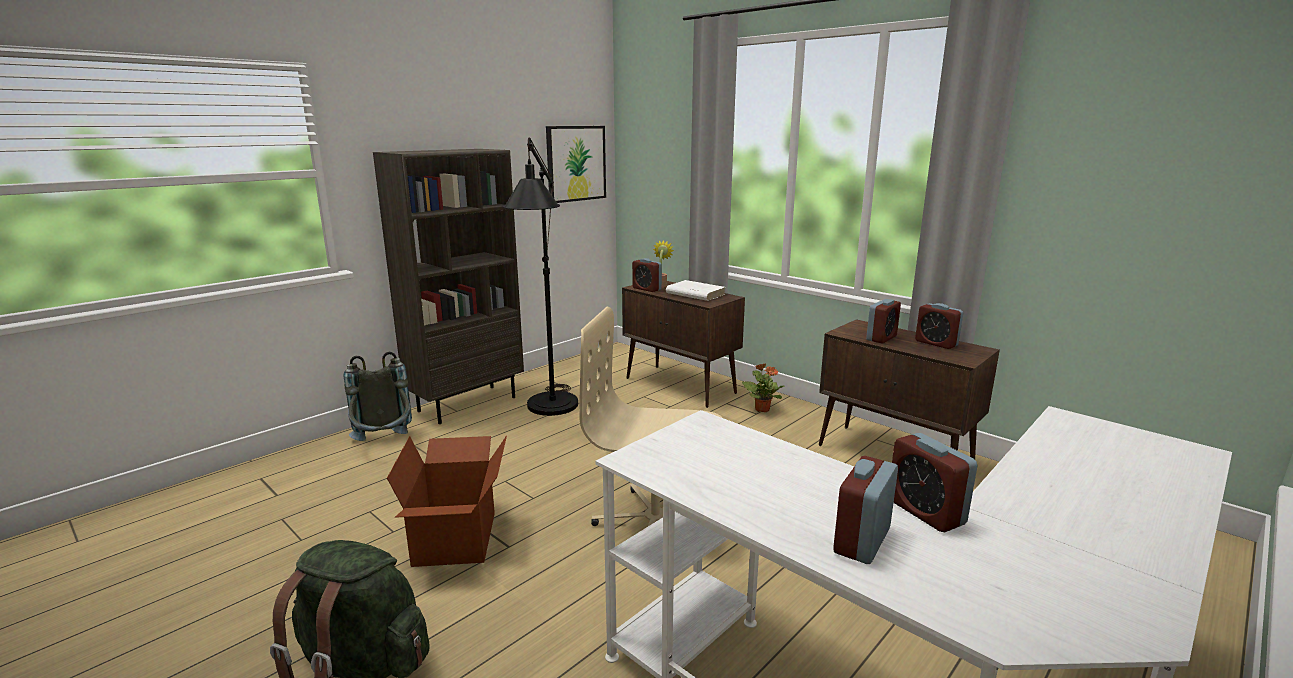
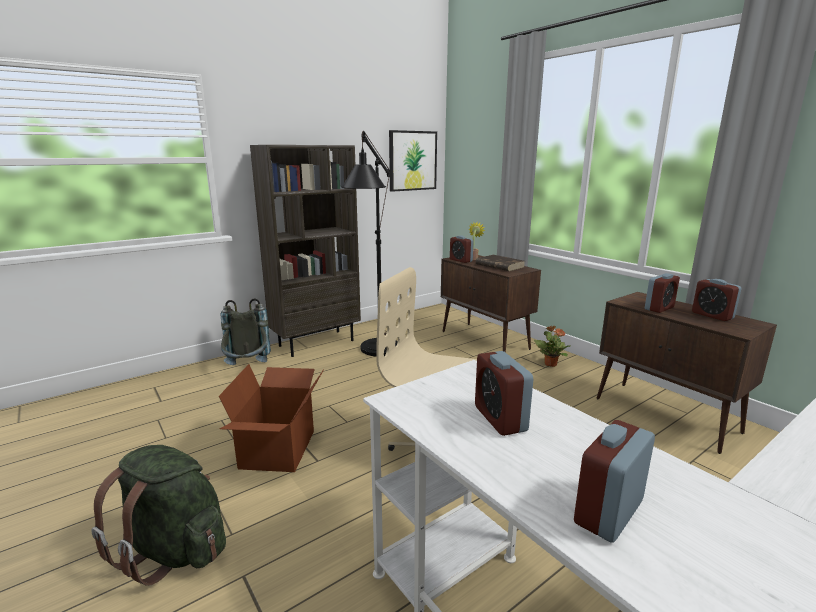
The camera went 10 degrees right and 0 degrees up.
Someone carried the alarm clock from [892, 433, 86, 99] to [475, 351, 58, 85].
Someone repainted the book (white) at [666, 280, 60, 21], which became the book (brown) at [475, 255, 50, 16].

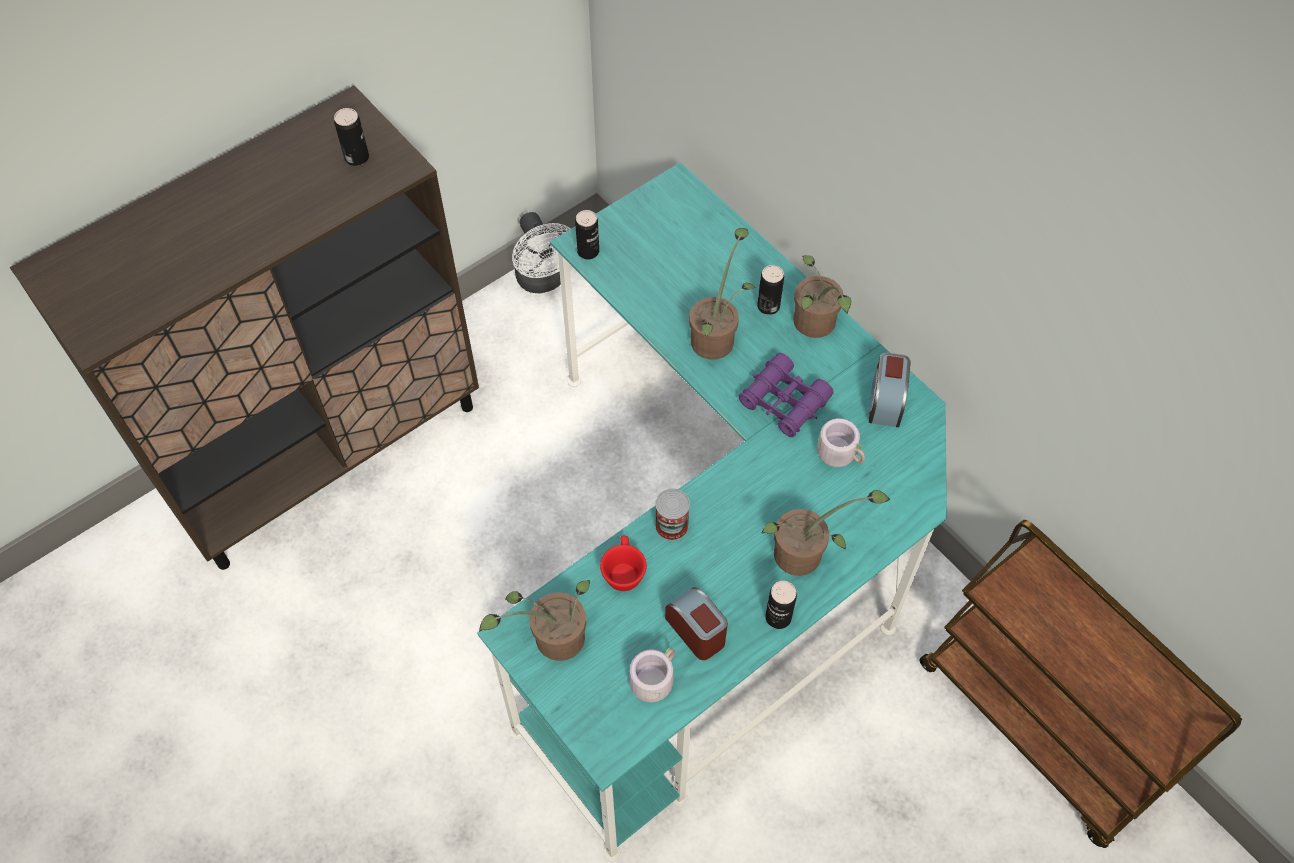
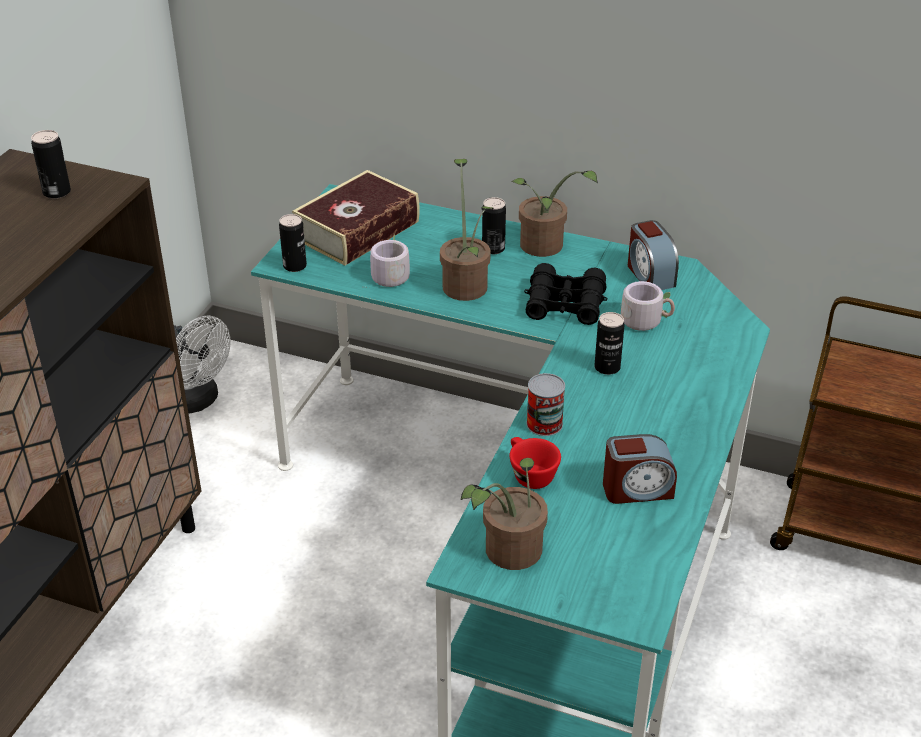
The camera went 30 degrees left and 20 degrees down.
Someone took away the potted plant at [762, 490, 128, 86].
Someone put down the book at [292, 170, 128, 96].
Someone carried the mug (grey) from [617, 647, 58, 55] to [367, 234, 43, 54].
Someone carried the can from [765, 581, 32, 48] to [594, 312, 31, 63].
Someone repainted the binoculars (purple) at [738, 353, 96, 84], which became the binoculars (black) at [524, 263, 83, 62].
Someone rotated the alarm clock at [665, 587, 63, 73] by 150 degrees clockwise.

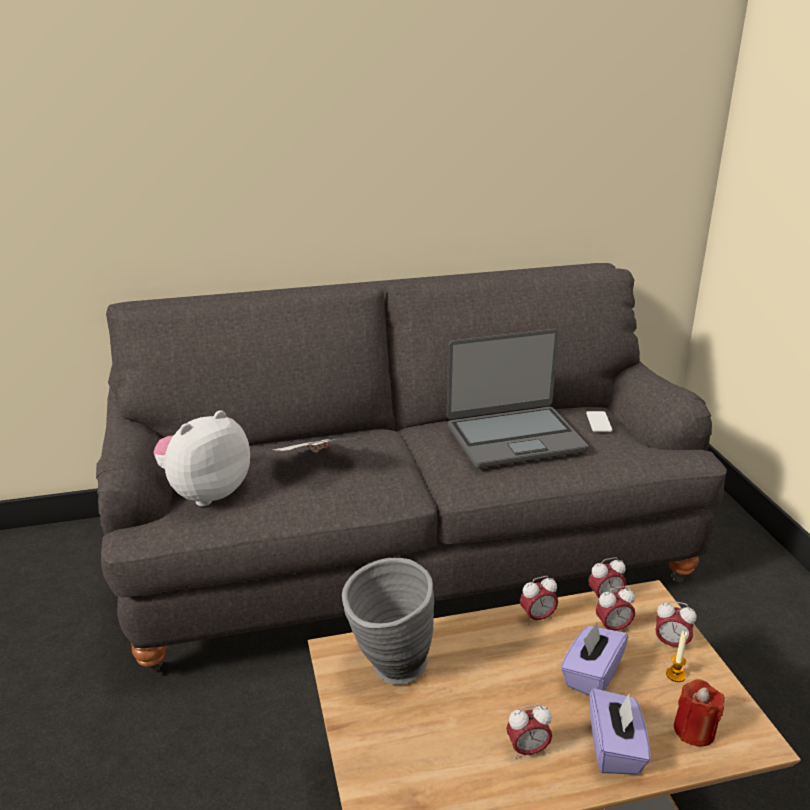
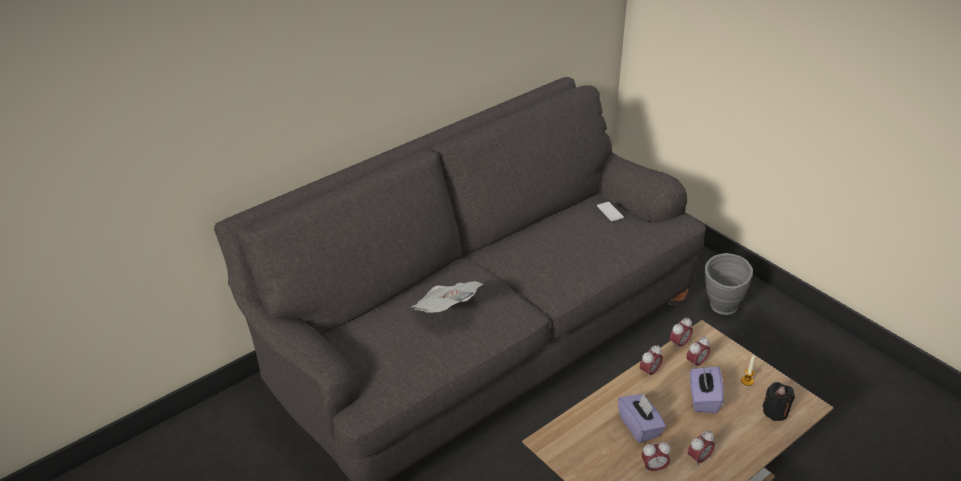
The camera went 25 degrees left and 10 degrees up.
Someone took away the plush toy at [154, 410, 96, 96].
Someone took away the laptop at [447, 329, 141, 139].
Someone carried the vase (grey) from [342, 558, 92, 127] to [705, 253, 48, 62].
Someone carried the tissue box (purple) from [590, 688, 61, 87] to [618, 393, 48, 50].
Someone carried the alarm clock from [655, 601, 42, 50] to [641, 442, 30, 31].
Someone repainted the candle (red) at [674, 679, 51, 68], which became the candle (black) at [762, 382, 33, 39].

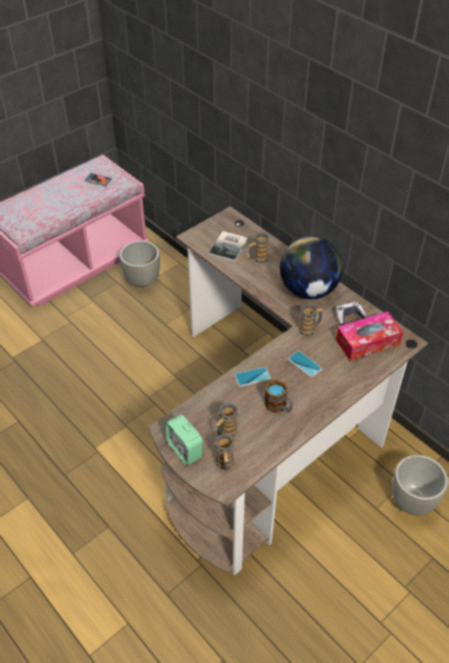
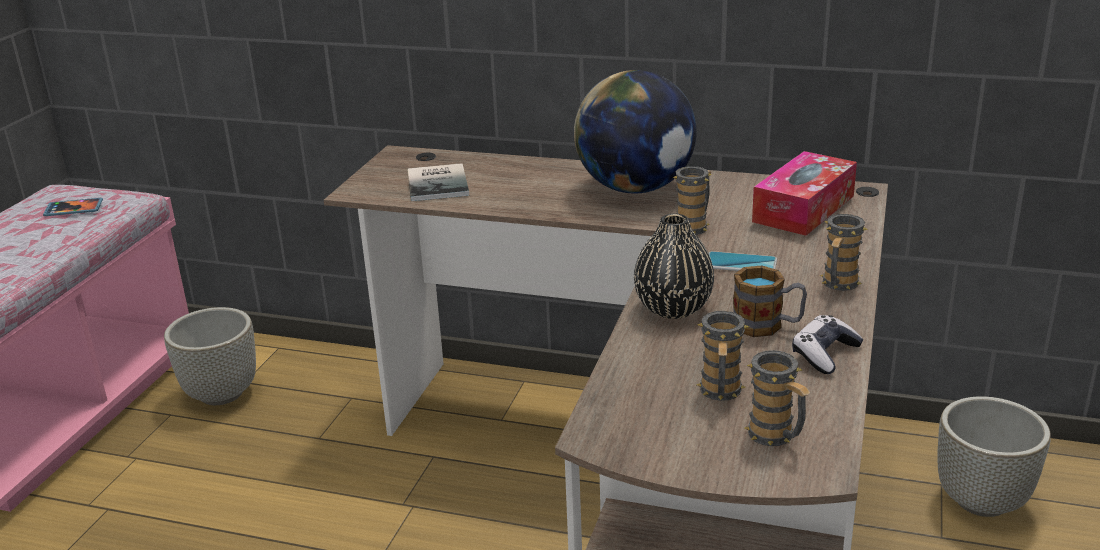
The camera went 30 degrees left and 20 degrees down.
Someone took away the alarm clock at [165, 414, 38, 52].
Someone carried the mug from [249, 233, 22, 30] to [820, 214, 48, 77].
Someone carried the game controller from [336, 301, 30, 24] to [792, 315, 71, 59].
Someone swapped the phone at [234, 367, 37, 20] for the vase (black) at [634, 214, 80, 105].

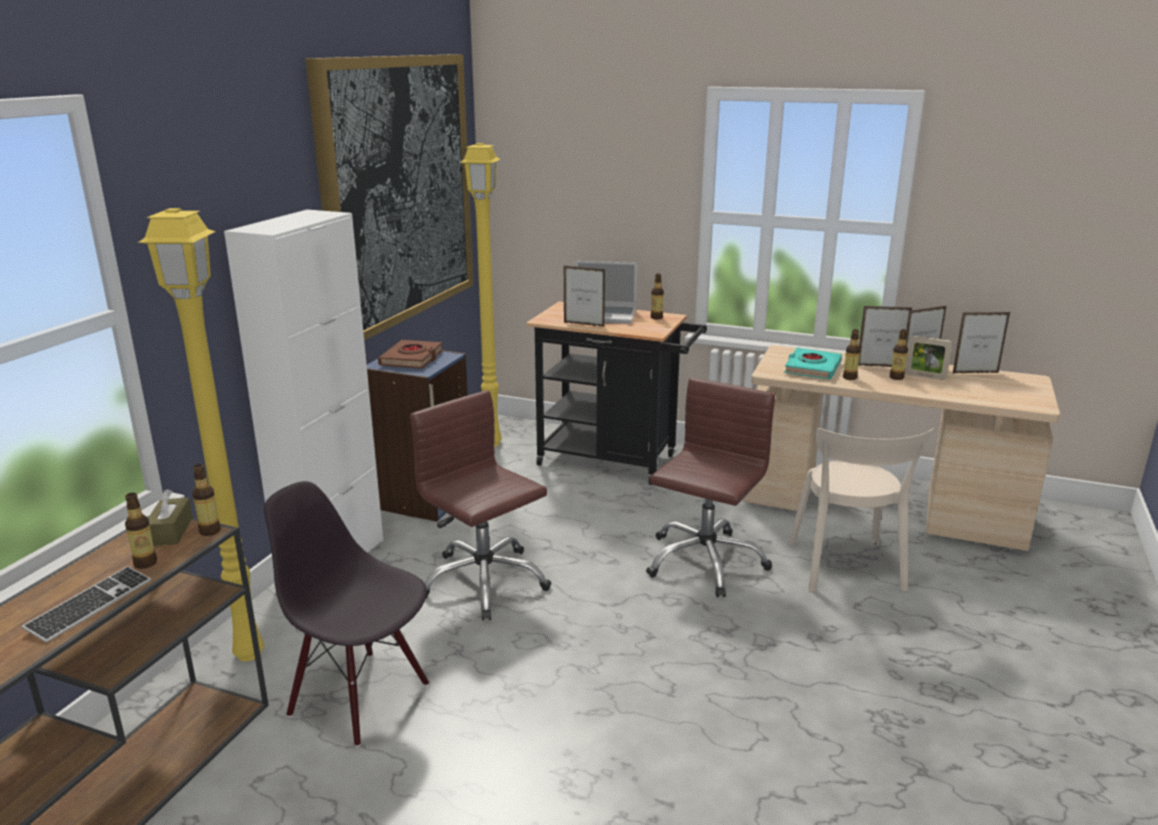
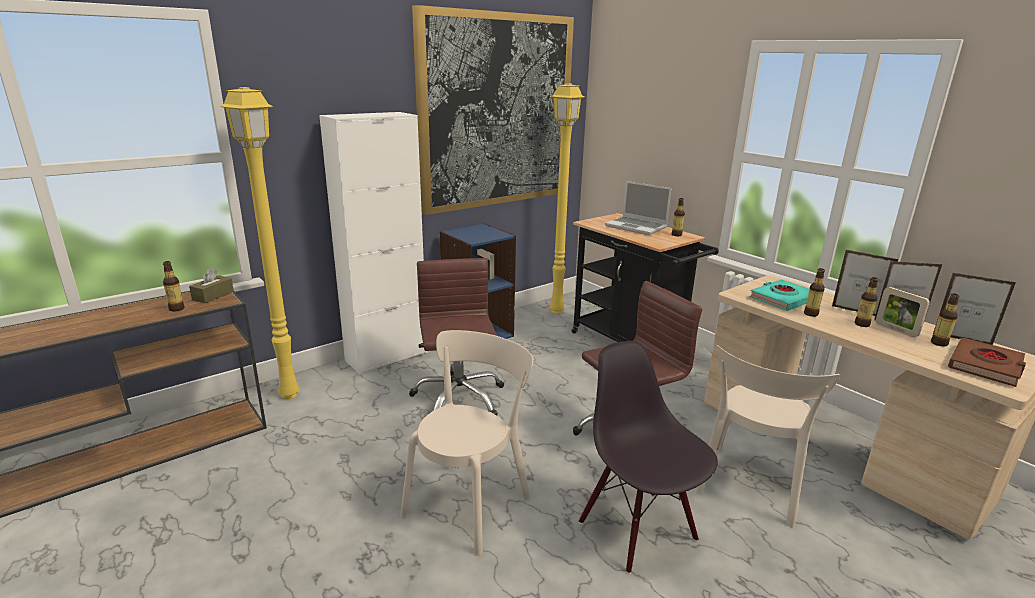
The camera went 30 degrees right and 0 degrees up.
Someone took away the keyboard at [22, 566, 129, 77].
Someone took away the picture frame at [564, 266, 41, 61].
Someone put down the chair (beige) at [400, 330, 133, 226].
Someone carried the bottle from [192, 464, 29, 72] to [931, 294, 28, 53].
Someone carried the chair (black) from [264, 481, 165, 266] to [579, 341, 139, 233].
Someone carried the book (brown) from [378, 340, 65, 29] to [948, 337, 78, 50].

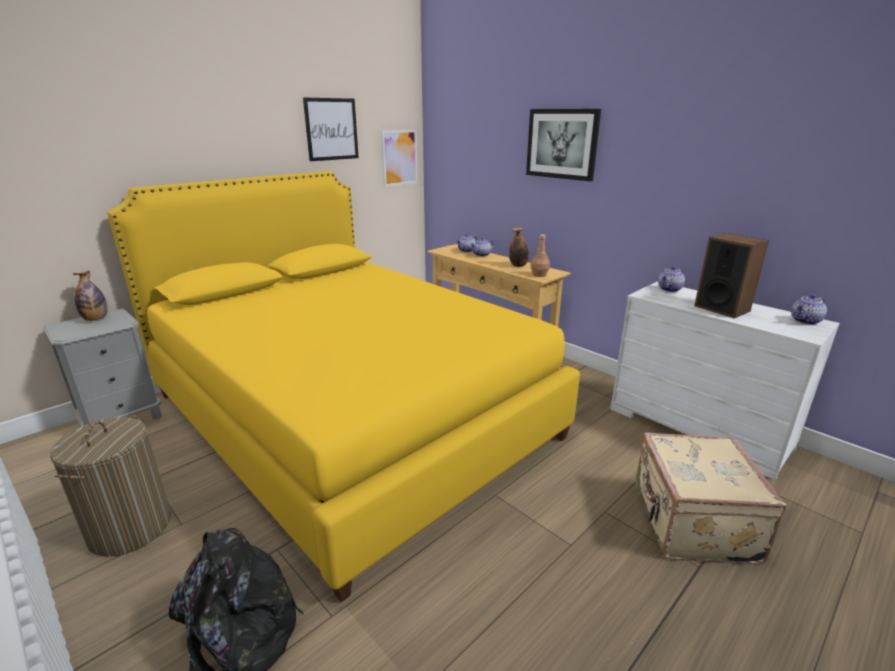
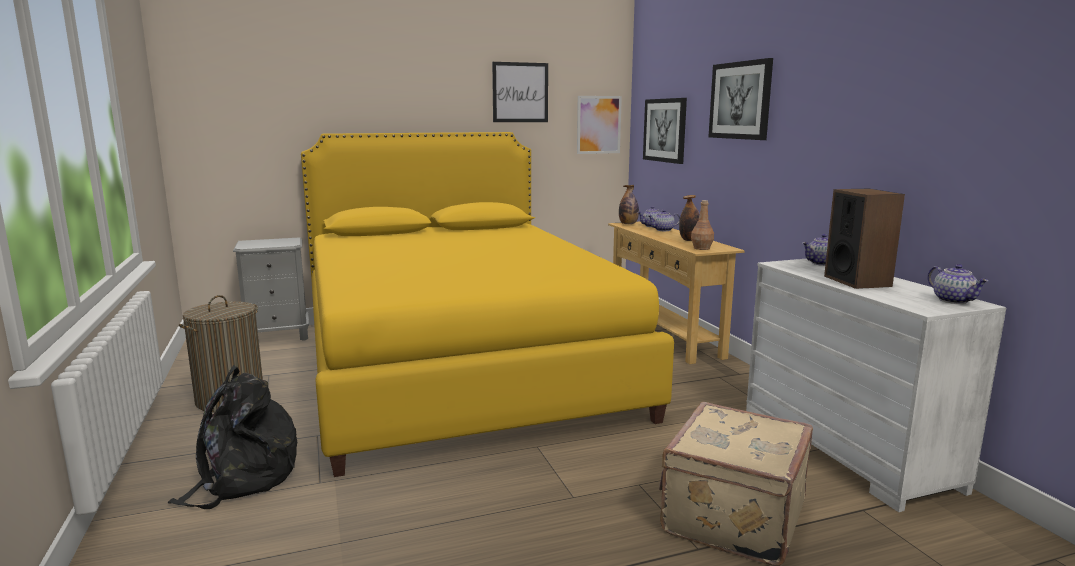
The camera went 25 degrees right and 10 degrees down.
Someone put up the picture at [643, 98, 44, 66].
Someone carried the bottle from [73, 270, 35, 51] to [619, 185, 20, 39].
Someone rotated the teapot at [791, 294, 36, 31] by 105 degrees counterclockwise.

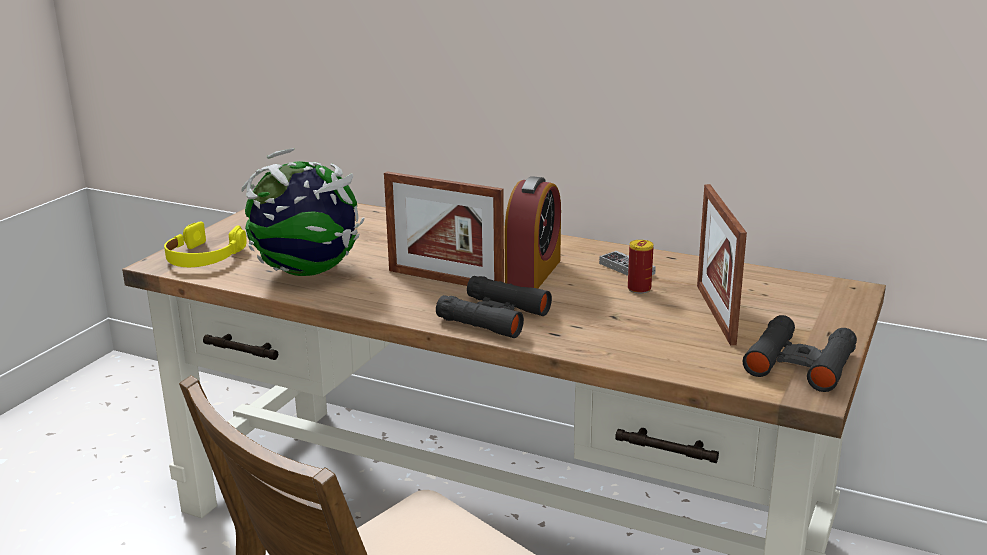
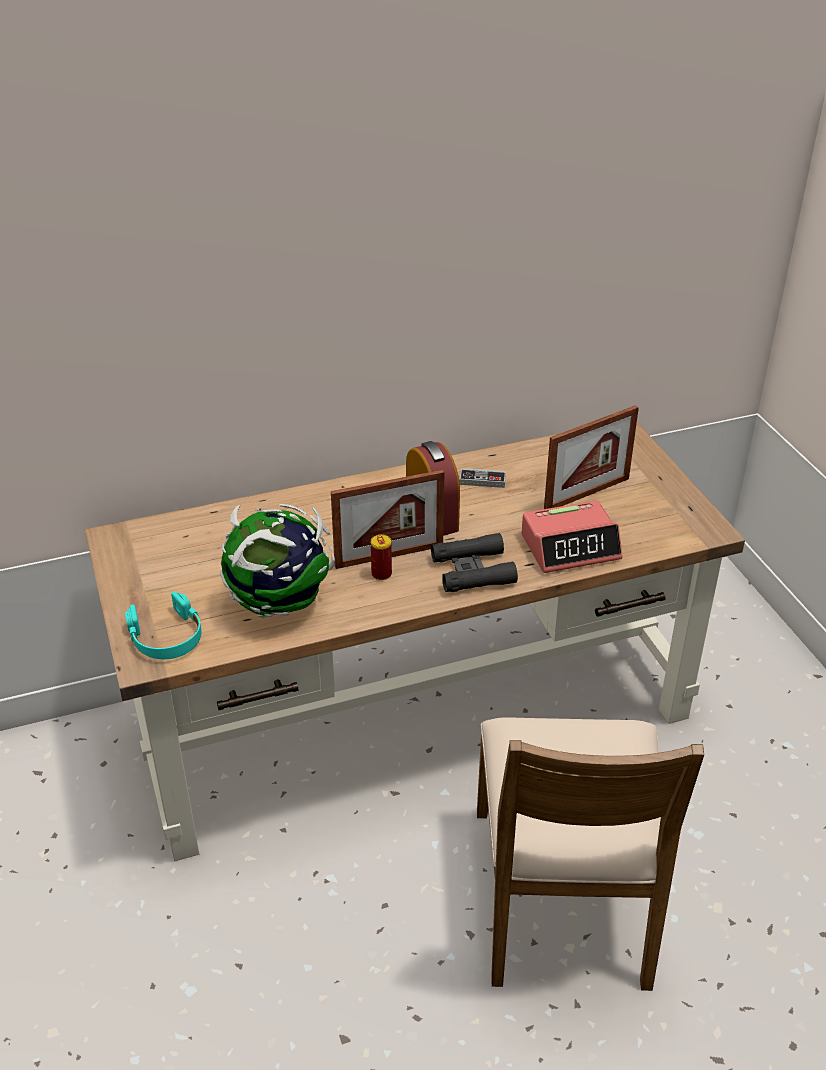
The camera went 45 degrees left and 15 degrees up.
Someone took away the binoculars (black) at [743, 315, 114, 77].
Someone put down the alarm clock at [521, 500, 102, 73].
Someone carried the can from [628, 240, 26, 54] to [371, 534, 21, 46].
Someone repainted the headphones (yellow) at [164, 221, 83, 46], which became the headphones (turquoise) at [125, 591, 77, 68].
Someone rotated the picture frame at [697, 184, 50, 161] by 75 degrees counterclockwise.

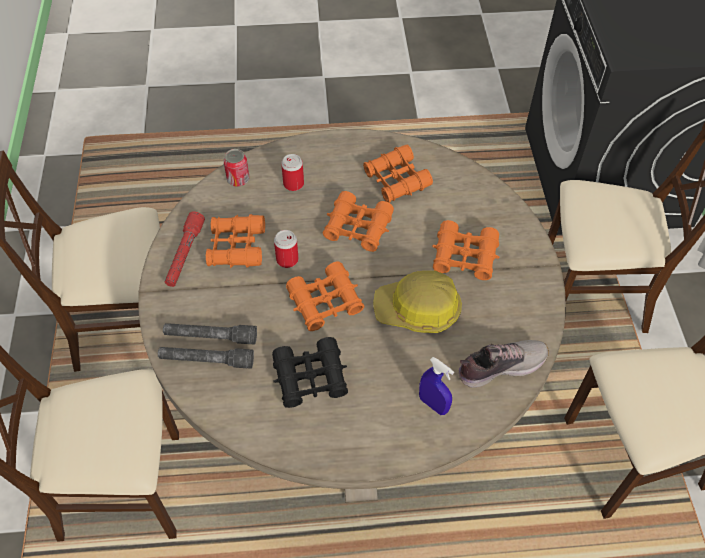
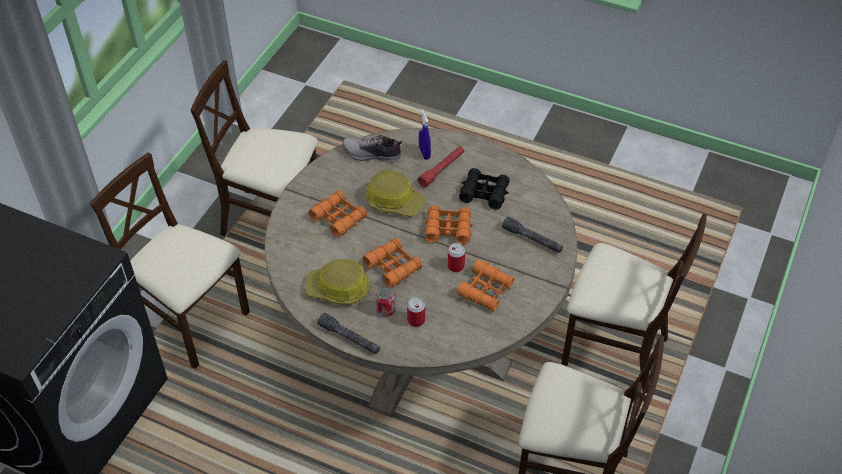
The camera went 150 degrees left and 5 degrees down.
Someone carried the flashlight (grey) from [158, 347, 96, 22] to [318, 313, 62, 41].
Someone carried the flashlight (red) from [165, 211, 40, 76] to [418, 146, 46, 42].
Someone carried the can from [224, 149, 25, 38] to [375, 286, 21, 31].
Someone swapped the binoculars (orange) at [363, 145, 70, 58] for the hard hat at [305, 259, 65, 46].

